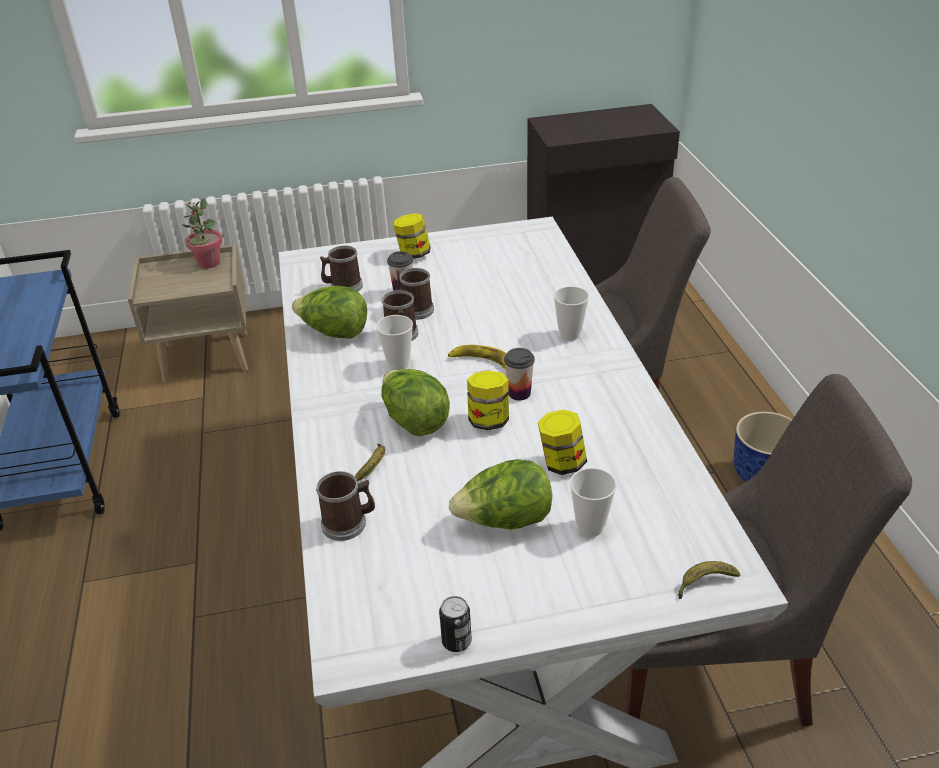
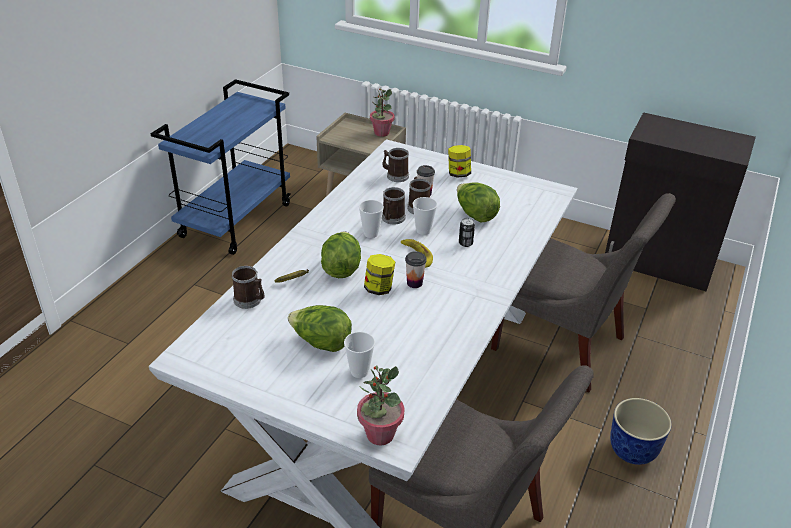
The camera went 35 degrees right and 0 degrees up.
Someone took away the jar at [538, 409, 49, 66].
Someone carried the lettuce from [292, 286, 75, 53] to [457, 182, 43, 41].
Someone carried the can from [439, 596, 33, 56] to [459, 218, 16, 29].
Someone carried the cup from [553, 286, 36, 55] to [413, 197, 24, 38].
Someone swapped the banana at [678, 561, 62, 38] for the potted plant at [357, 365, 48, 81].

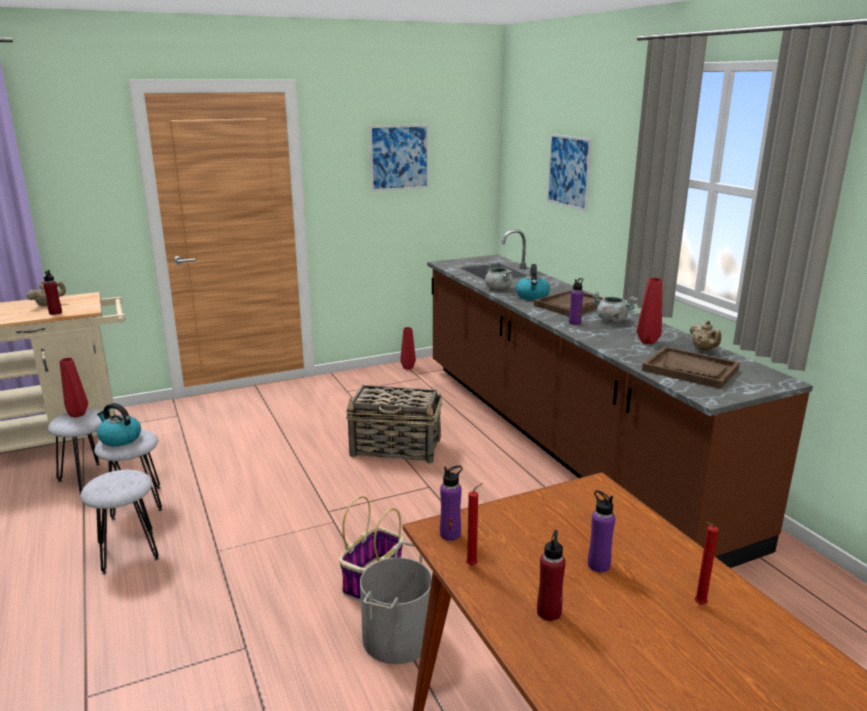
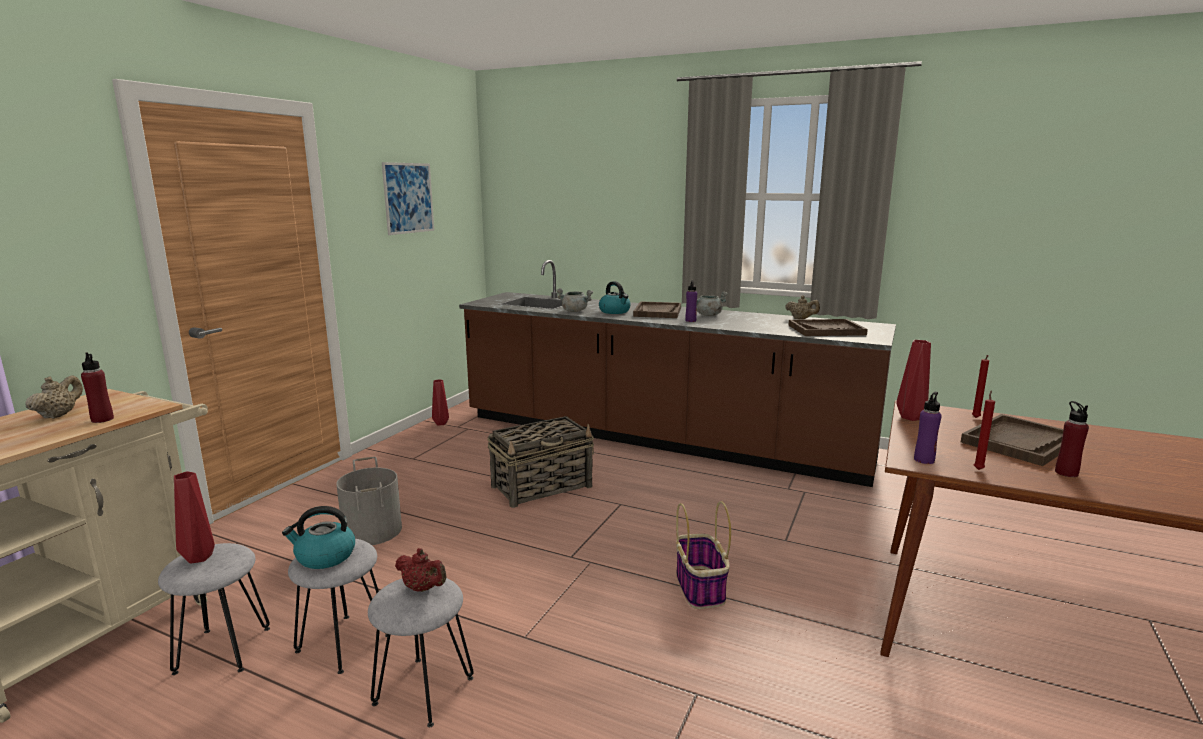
The camera went 40 degrees left and 5 degrees down.
Someone took away the picture at [547, 134, 45, 78].
Someone put down the teapot (red) at [395, 548, 52, 44].
Someone carried the bucket (grey) from [360, 542, 72, 122] to [336, 457, 66, 88].
Someone carried the vase (red) from [637, 278, 26, 67] to [896, 340, 35, 81].
Someone carried the candle (red) from [695, 522, 23, 83] to [972, 355, 17, 63].
Someone swapped the bottle (purple) at [588, 490, 27, 82] for the tray (brown) at [961, 414, 102, 52].

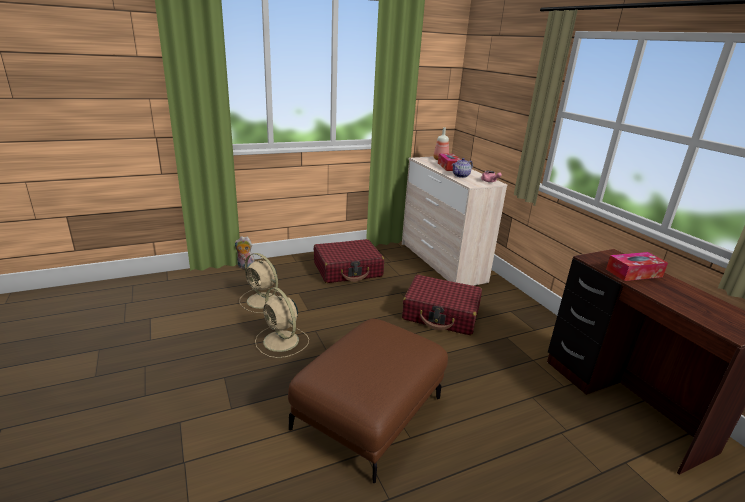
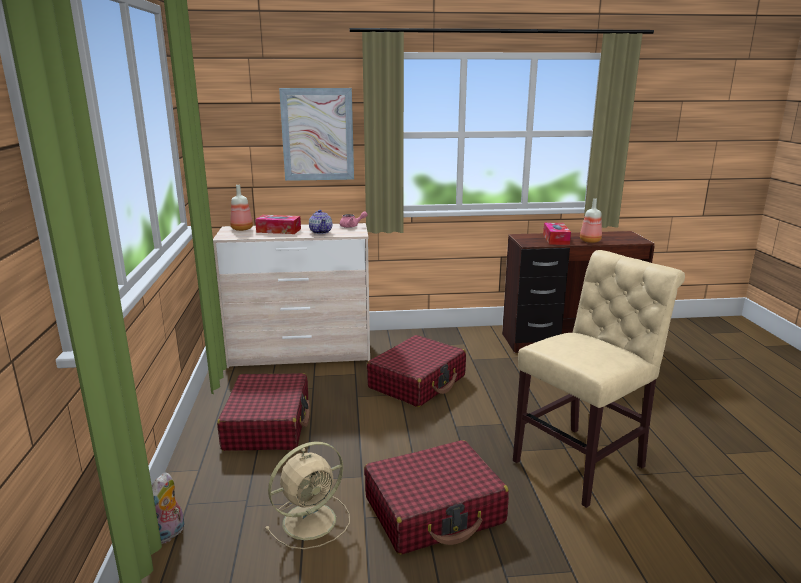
The camera went 70 degrees left and 5 degrees down.
Someone put up the picture at [279, 88, 75, 93].
Someone put down the bottle at [580, 198, 22, 45].
Someone swapped the fan (beige) at [255, 287, 54, 71] for the suitcase (red) at [364, 440, 145, 115].
Someone swapped the ottoman (brown) at [288, 319, 160, 164] for the chair (beige) at [513, 250, 172, 258].

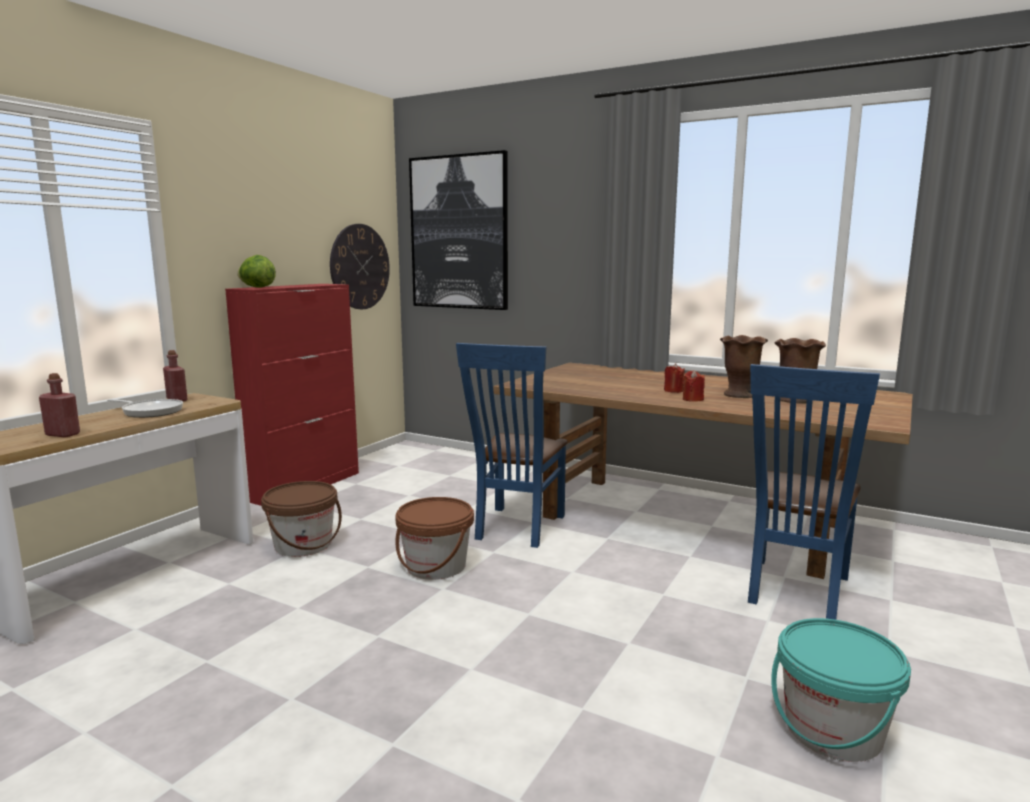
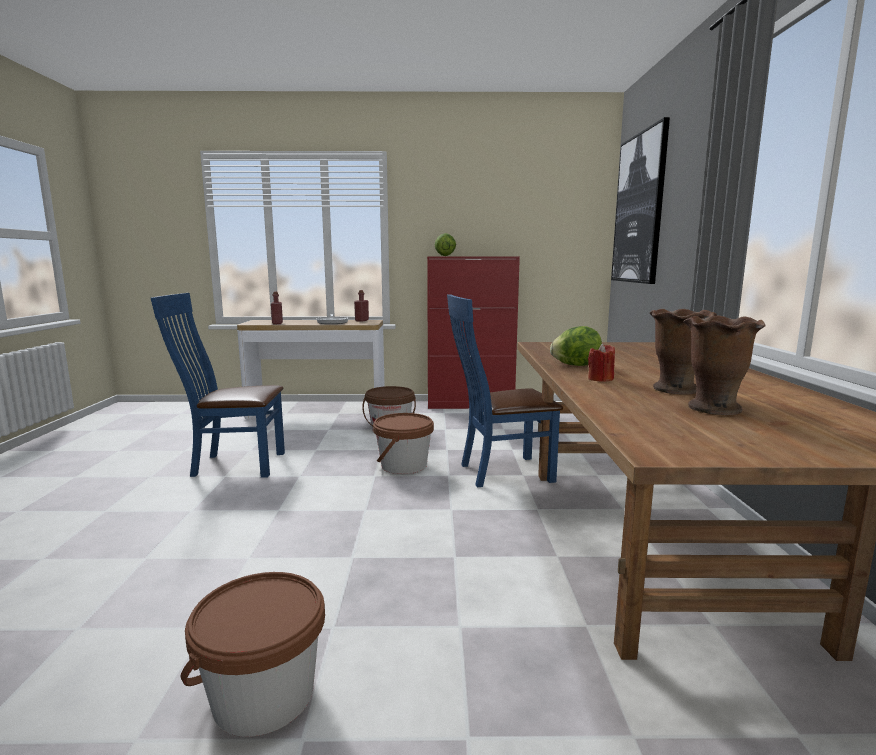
The camera went 60 degrees right and 0 degrees up.
Someone took away the wall clock at [330, 224, 60, 85].
Someone took away the candle (red) at [664, 363, 21, 30].
Someone put down the lettuce at [550, 326, 52, 40].
Someone carried the chair (blue) from [748, 364, 132, 256] to [151, 293, 134, 185].
Someone repainted the bucket (turquoise) at [771, 618, 140, 144], which became the bucket (brown) at [181, 572, 144, 165].

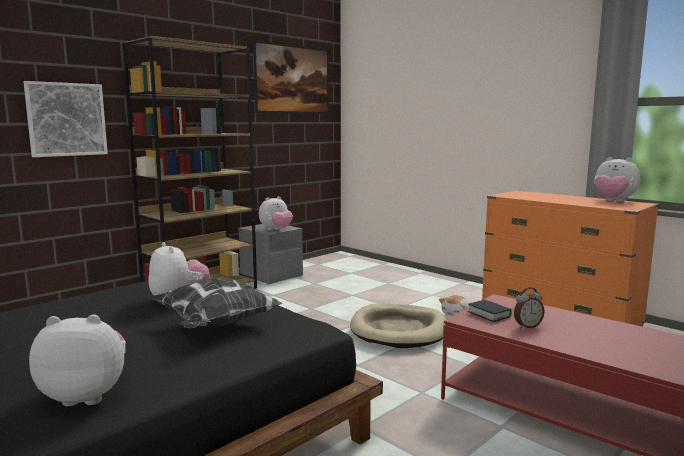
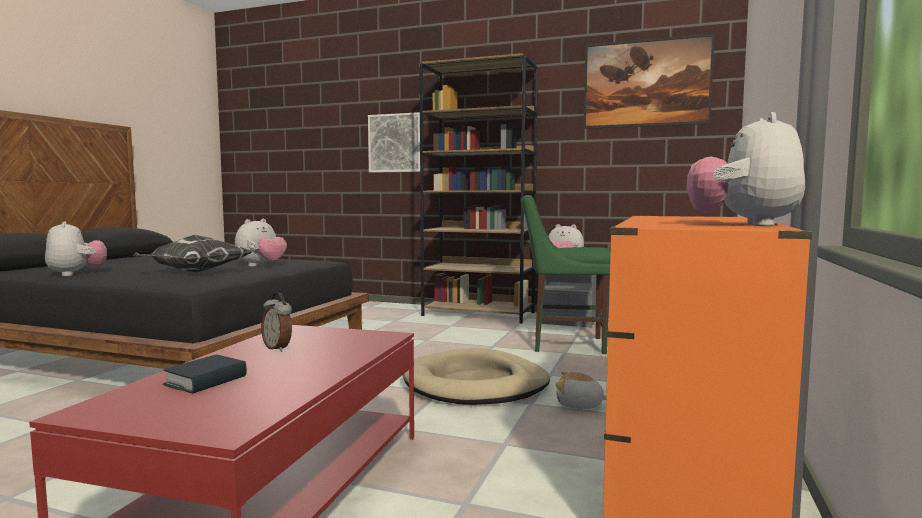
The camera went 65 degrees right and 5 degrees down.
Someone put down the chair (green) at [521, 195, 89, 159].
Someone carried the book from [468, 300, 44, 22] to [163, 354, 84, 40].

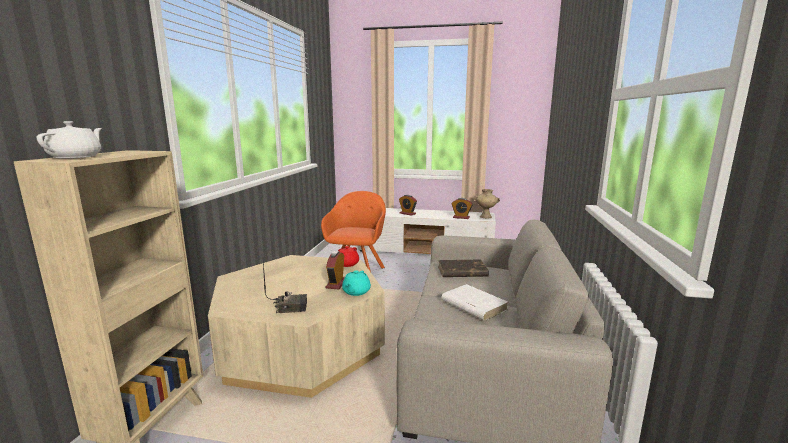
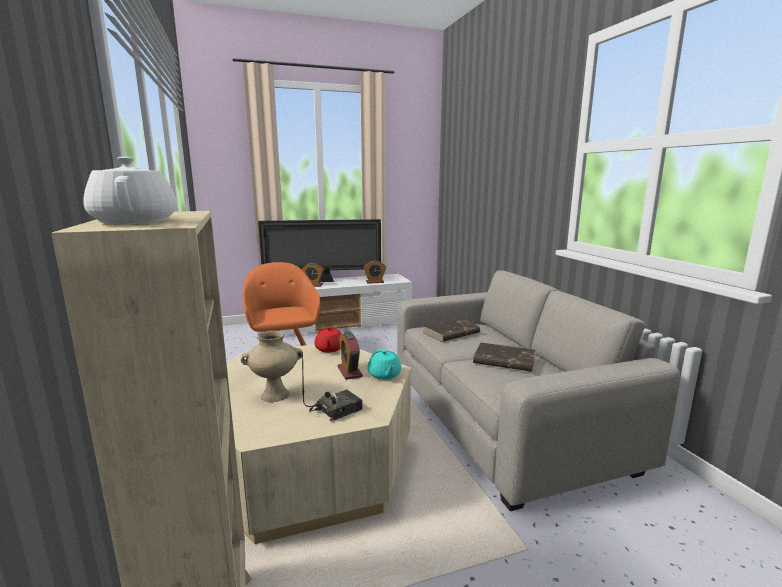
The camera went 30 degrees left and 0 degrees up.
Someone put down the television at [258, 219, 123, 63].
Someone carried the vase (beige) from [474, 189, 26, 29] to [241, 331, 61, 71].
Someone repainted the book (white) at [441, 284, 67, 37], which became the book (brown) at [473, 343, 62, 29].

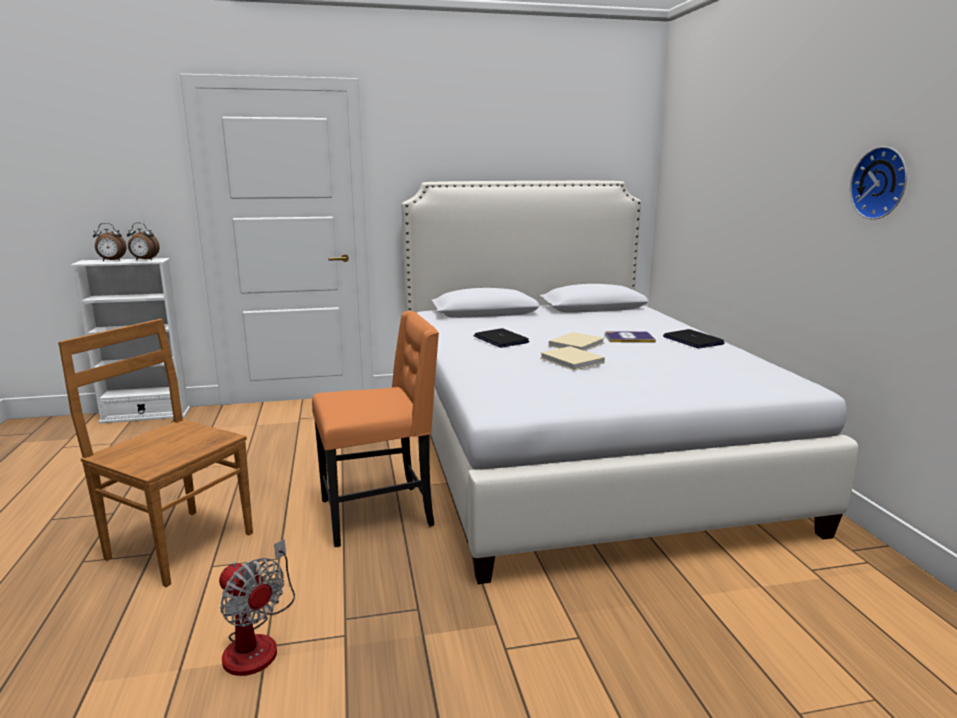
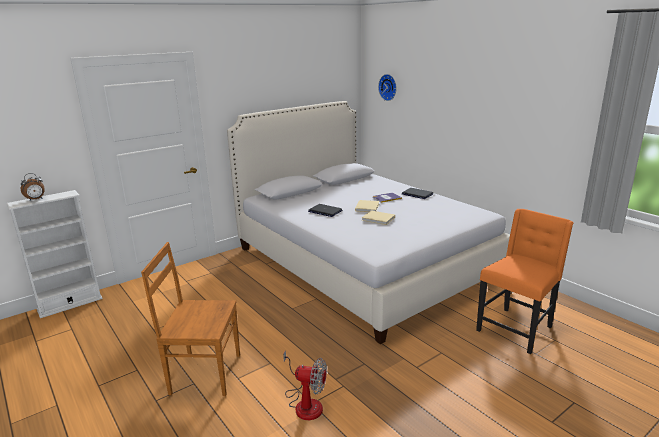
The camera went 25 degrees left and 5 degrees up.
Someone took away the alarm clock at [127, 222, 33, 38].
Someone carried the chair (orange) from [312, 311, 127, 236] to [476, 209, 98, 145].
Someone carried the wall clock from [850, 146, 57, 74] to [378, 74, 19, 27].

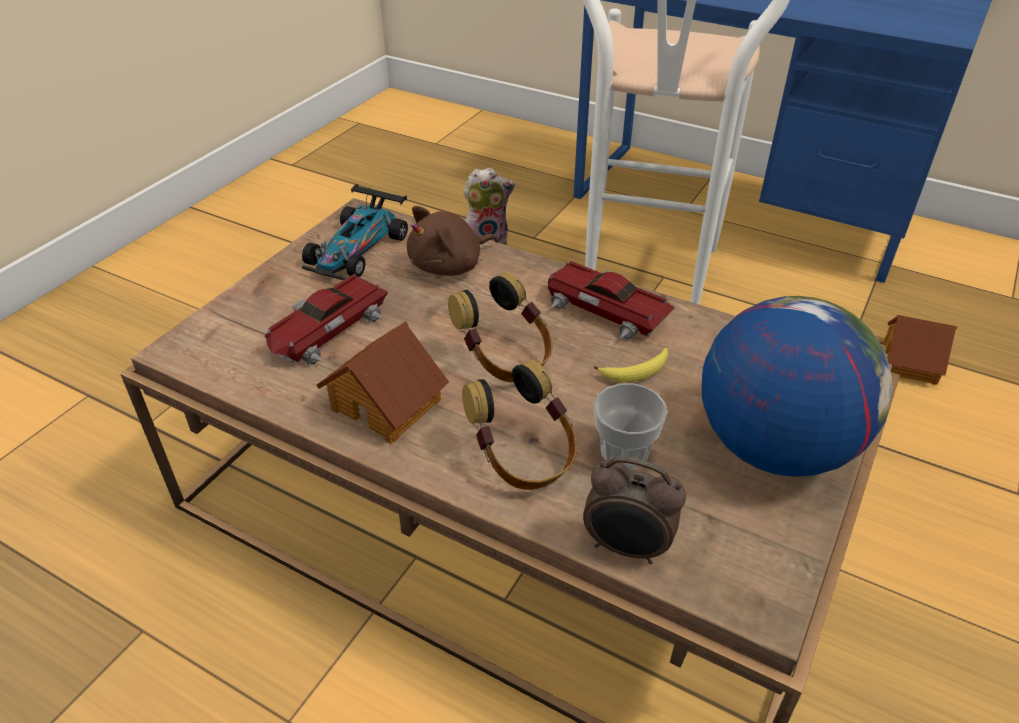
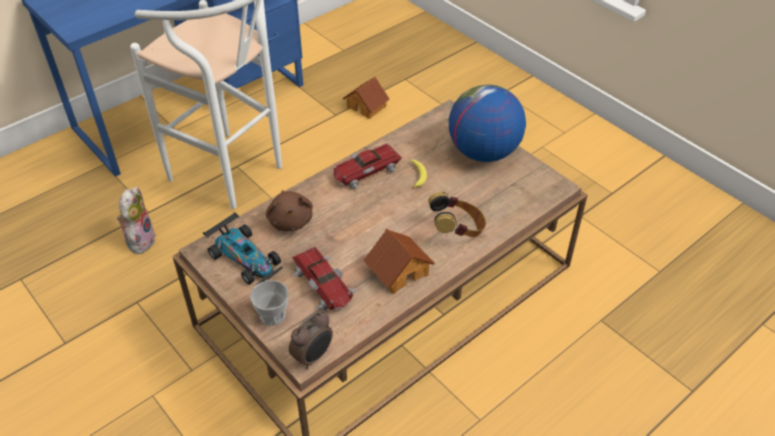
The camera went 70 degrees left and 5 degrees up.
Someone took away the headphones at [448, 272, 105, 110].
Someone carried the alarm clock from [583, 456, 103, 108] to [289, 310, 44, 59].
Someone carried the cup from [594, 383, 74, 86] to [250, 280, 39, 46].

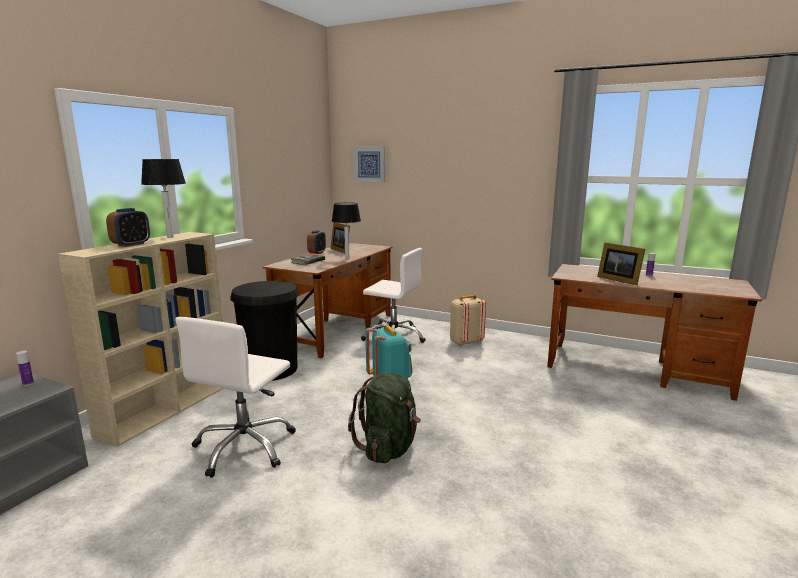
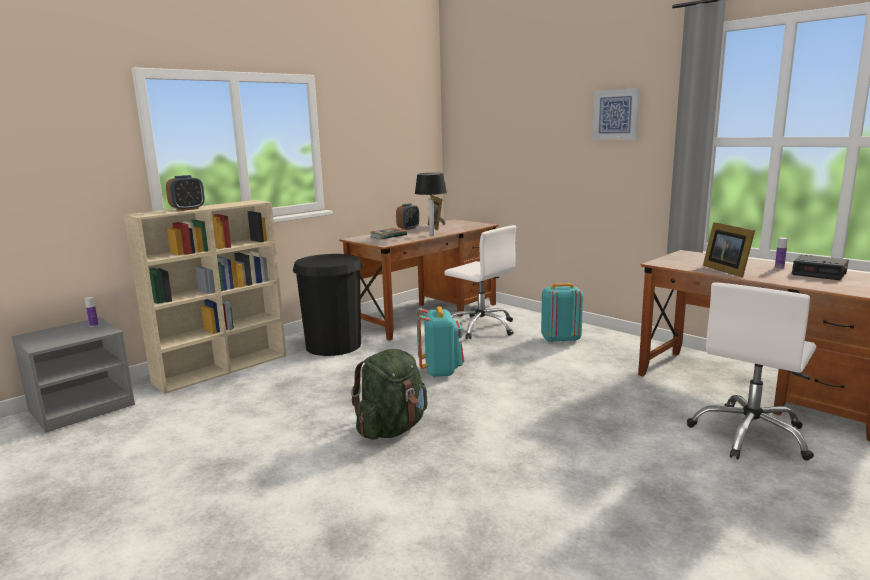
The camera went 20 degrees right and 0 degrees up.
Someone took away the table lamp at [141, 159, 45, 79].
Someone put down the alarm clock at [792, 255, 57, 25].
Someone carried the office chair (white) from [175, 317, 121, 161] to [687, 282, 129, 179].
Someone carried the picture from [353, 146, 32, 37] to [592, 88, 48, 52].
Someone repainted the backpack (beige) at [450, 295, 36, 51], which became the backpack (turquoise) at [541, 283, 42, 60].

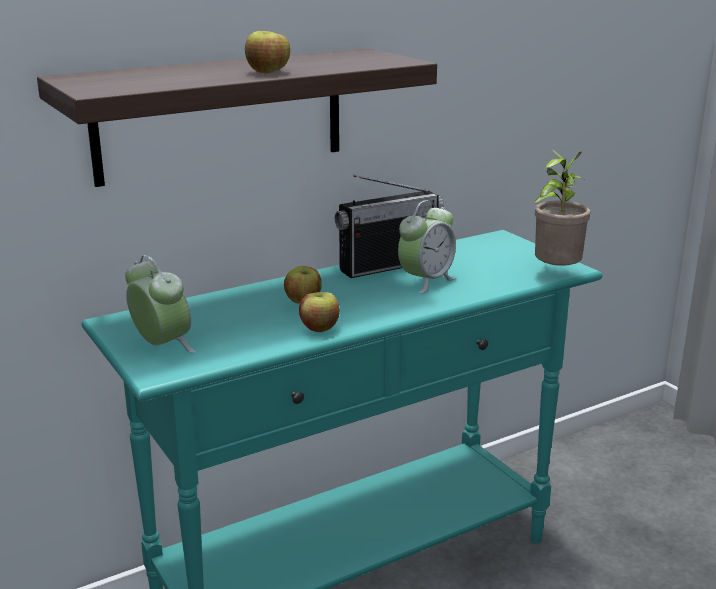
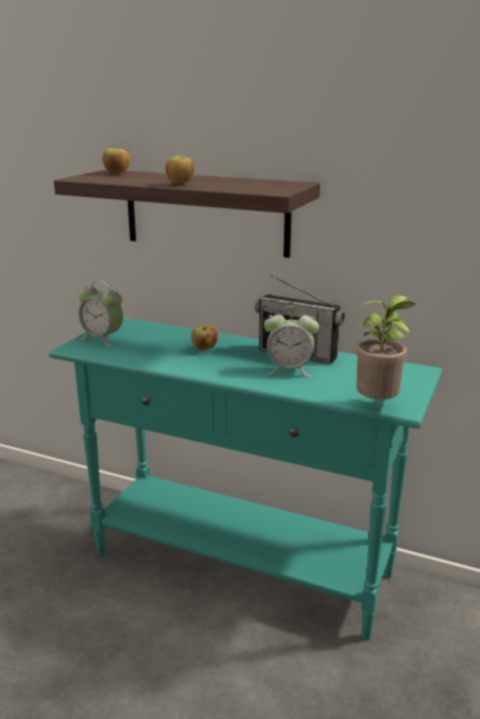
The camera went 55 degrees right and 0 degrees up.
Someone carried the apple from [299, 292, 41, 40] to [102, 148, 28, 26].
Someone rotated the alarm clock at [125, 255, 70, 98] by 105 degrees clockwise.

